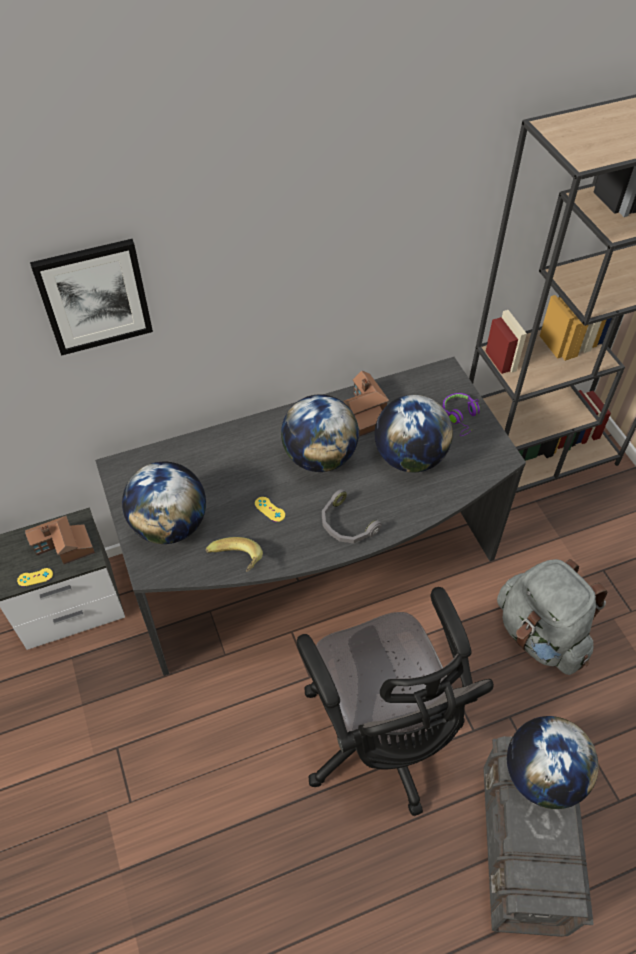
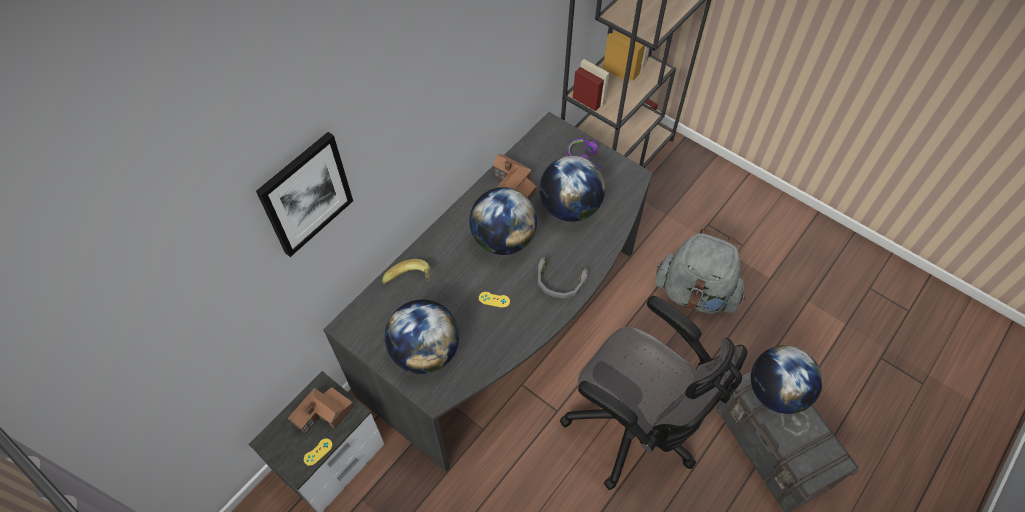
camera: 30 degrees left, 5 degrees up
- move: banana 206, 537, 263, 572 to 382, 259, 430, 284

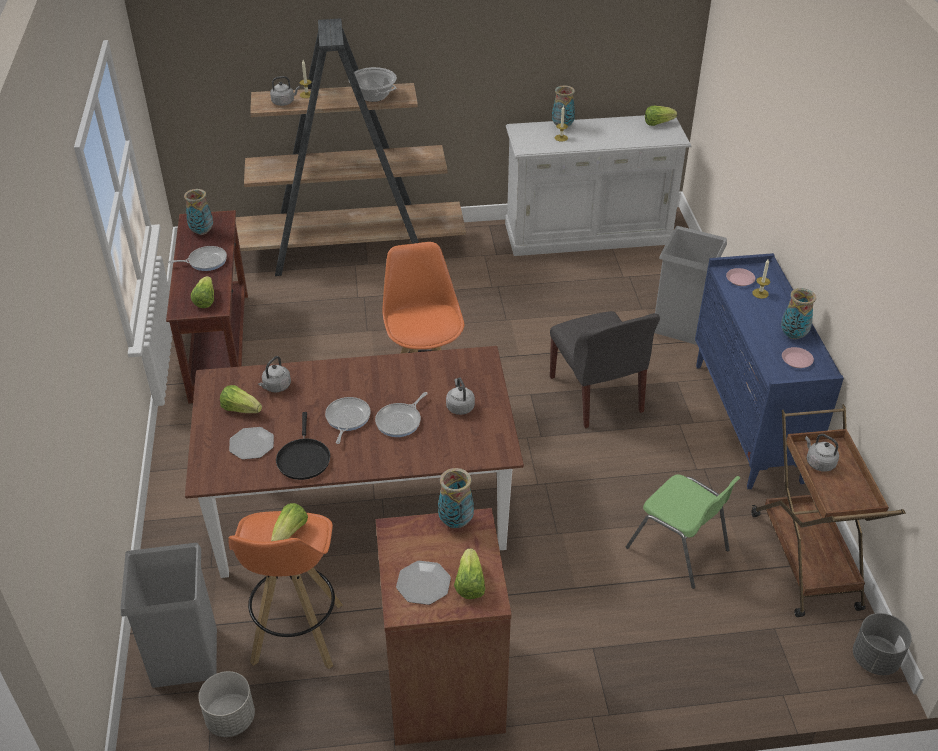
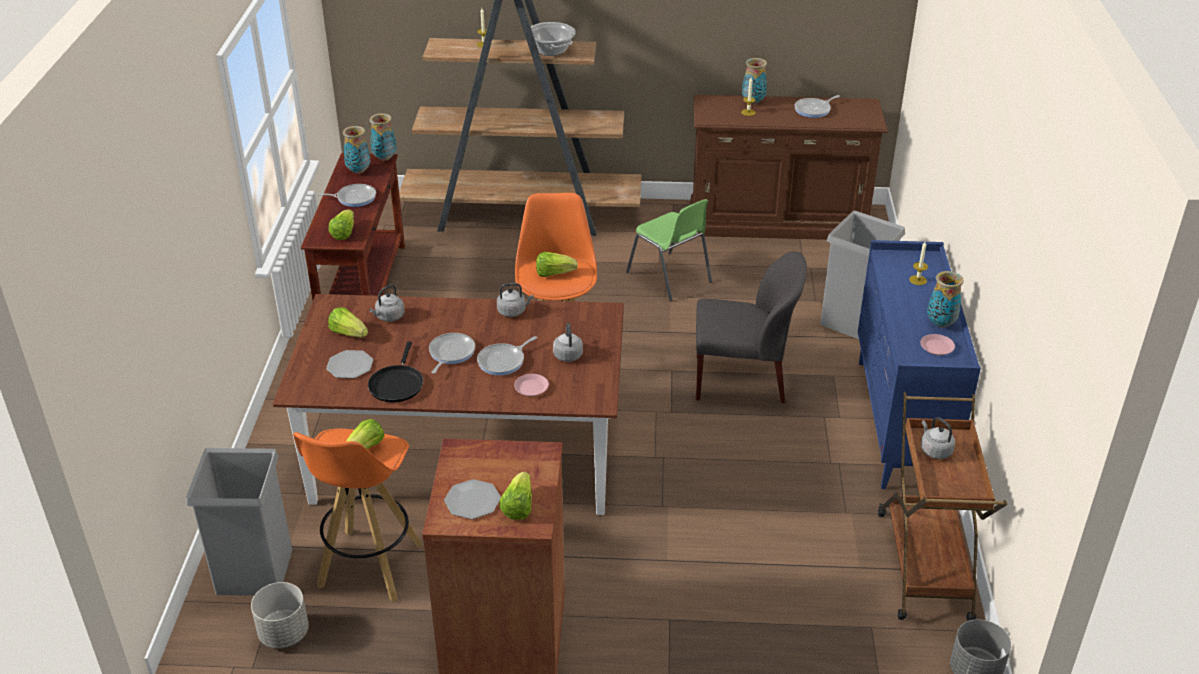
camera: 10 degrees right, 5 degrees down
- move: grey kettle 270, 76, 300, 106 to 497, 283, 534, 317
- move: lettuce 645, 106, 677, 126 to 536, 252, 578, 277
- recolor: white dresser 505, 115, 691, 256 to brown dresser 691, 95, 888, 240
- move: pink plate 726, 268, 755, 286 to 514, 374, 549, 396
- rotate: grey chair 550, 311, 660, 428 = 696, 251, 807, 403 75 degrees counterclockwise
- move: vase 438, 468, 474, 528 to 370, 113, 397, 161
- move: green chair 626, 474, 740, 589 to 626, 199, 712, 301
- insert: frying pan 794, 95, 840, 118

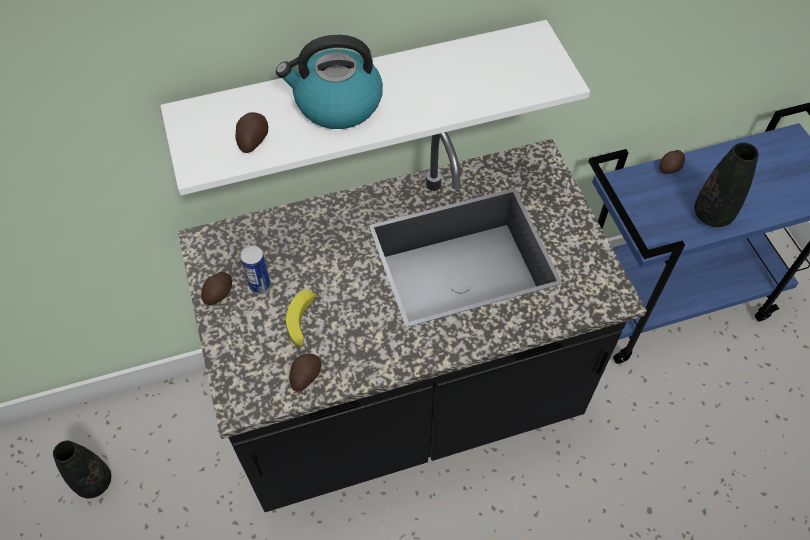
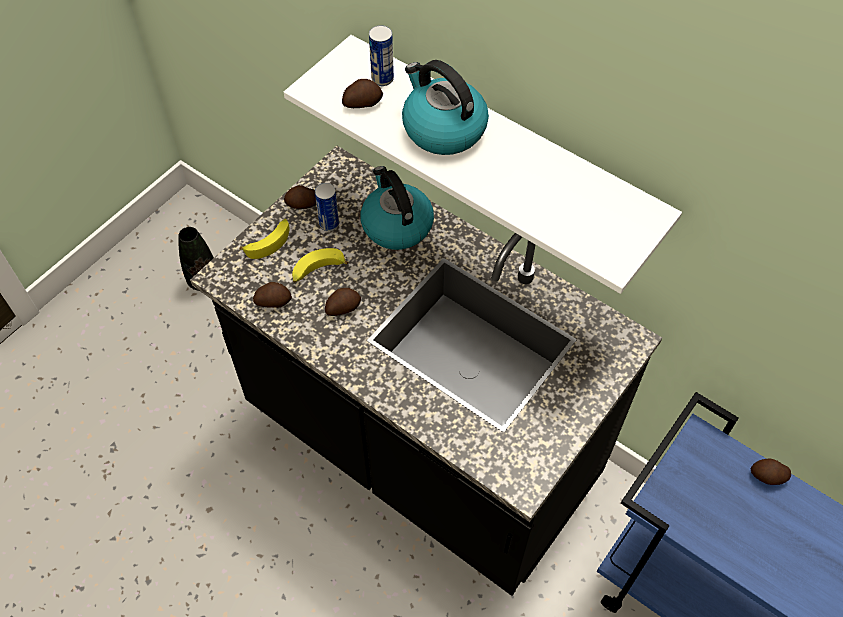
camera: 55 degrees right, 0 degrees up
- delete: black vase 694, 142, 759, 227
- insert: can 369, 25, 394, 86
- insert: kettle 361, 166, 434, 250
- insert: banana 240, 219, 290, 259
- insert: potato 325, 288, 361, 316

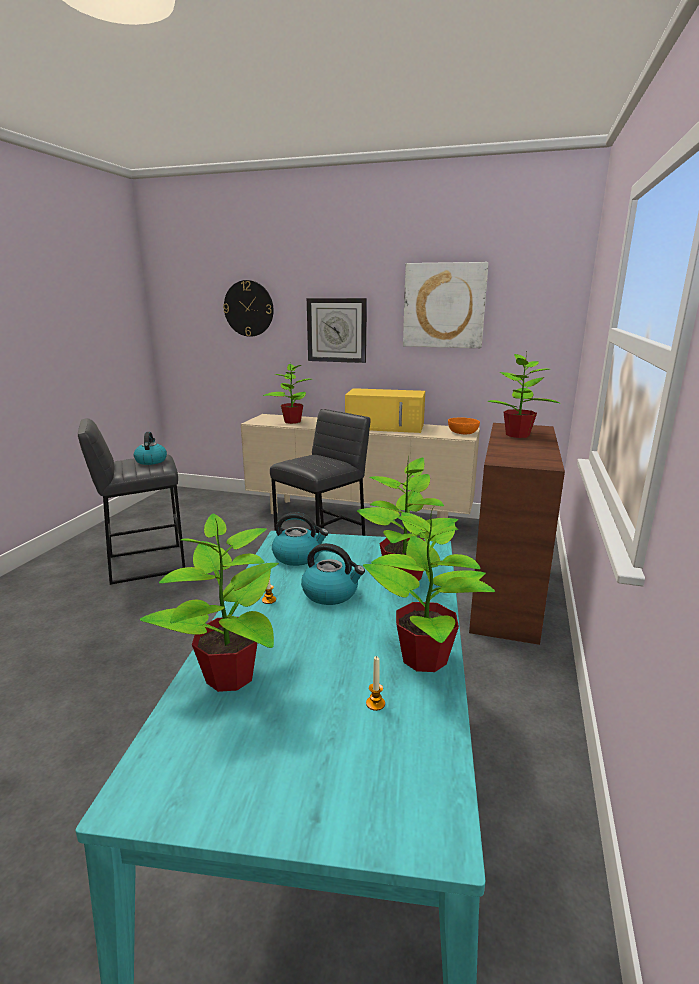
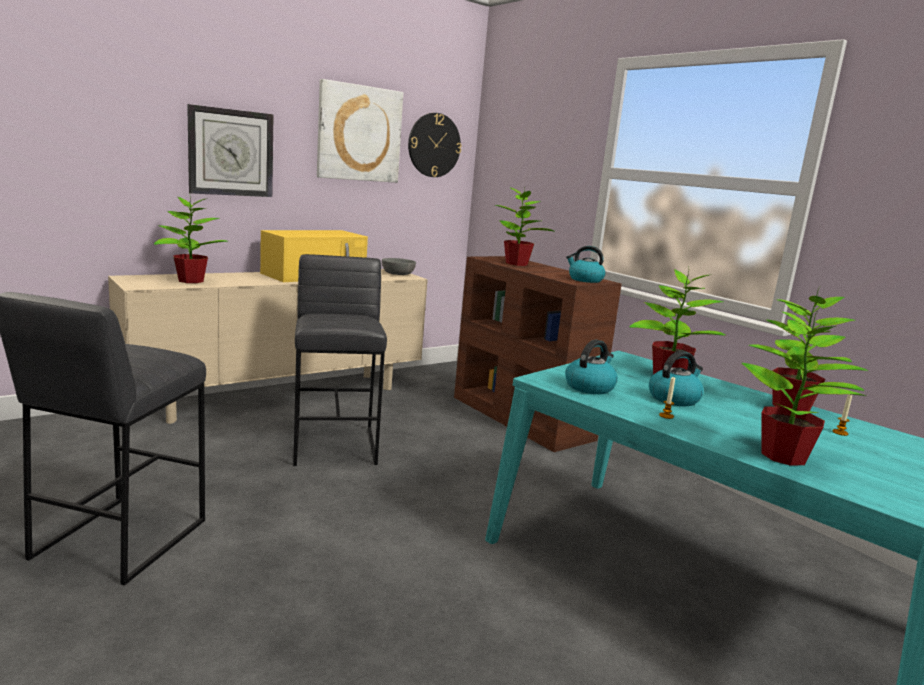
camera: 55 degrees left, 5 degrees down
- move: wall clock 223, 280, 274, 337 to 408, 113, 461, 177
- recolor: orange bowl 448, 418, 480, 434 to grey bowl 382, 258, 416, 275
- move: kettle 134, 432, 167, 465 to 566, 246, 606, 283

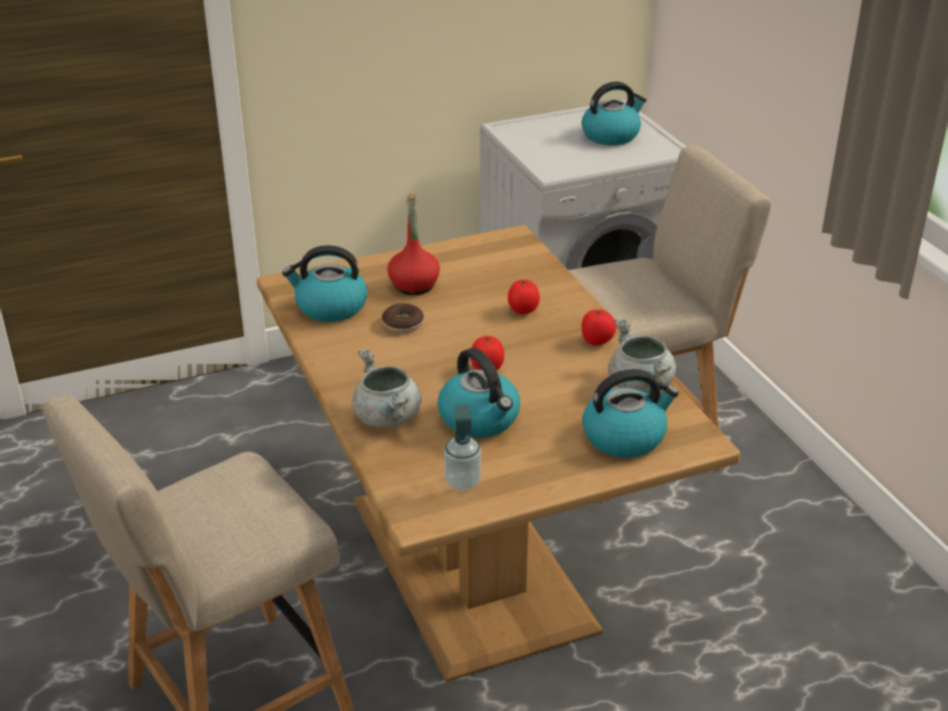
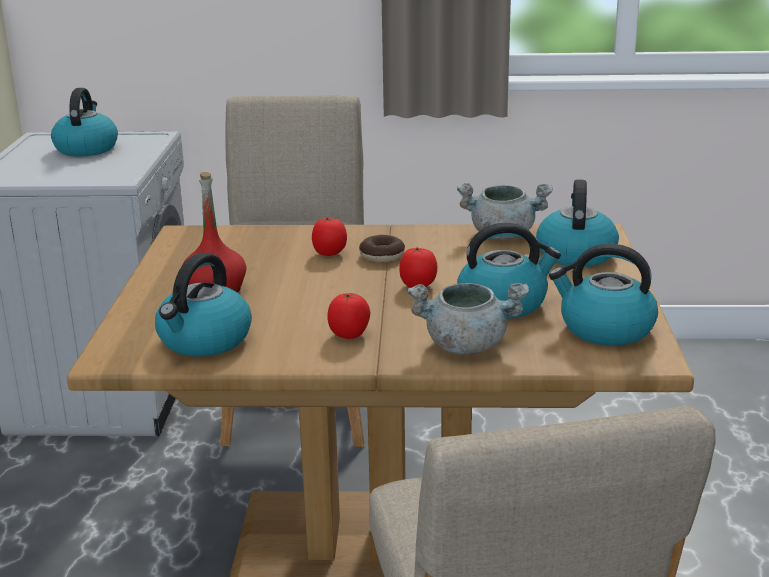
camera: 65 degrees left, 10 degrees down
- move: donut 382, 303, 424, 333 to 359, 235, 405, 262
- move: tomato 581, 309, 616, 346 to 327, 293, 370, 339
- replace: soap dispenser 444, 404, 481, 491 to kettle 549, 244, 658, 346

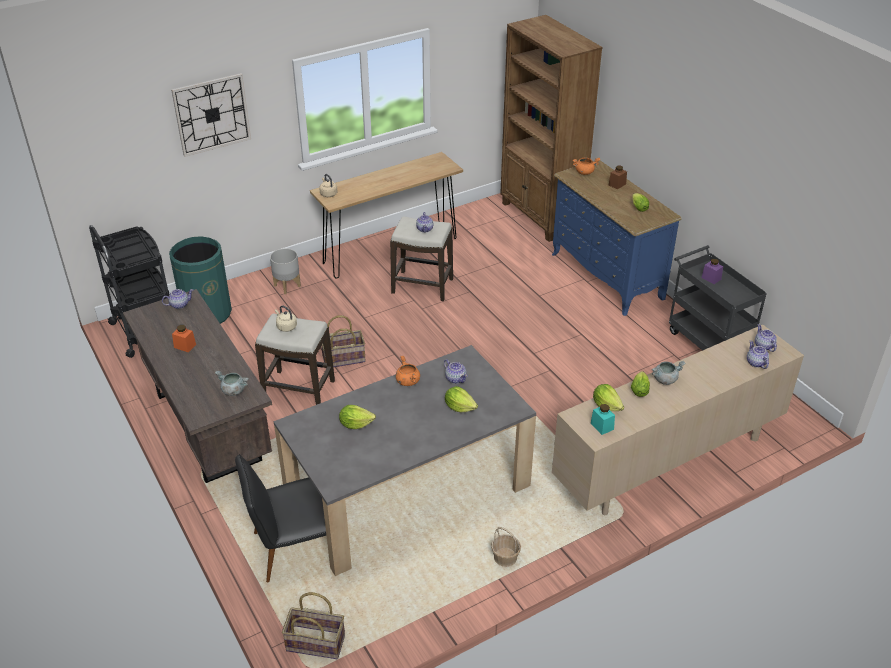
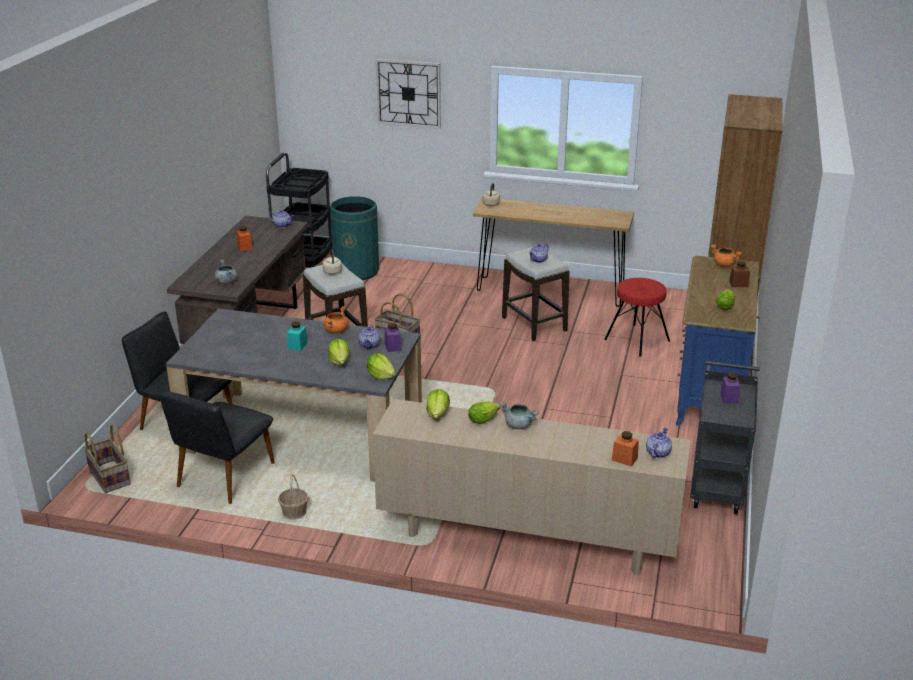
camera: 45 degrees right, 10 degrees down
- delete: grey planter 270, 248, 301, 294
- replace: teapot 747, 341, 769, 369 to orange jar 612, 431, 639, 467
- move: turquoise jar 591, 404, 615, 435 to 287, 322, 308, 351
- move: lettuce 339, 405, 376, 429 to 367, 353, 396, 380
- insert: red stool 604, 278, 670, 357
- insert: purple jar 385, 323, 402, 352
- insert: black chair 159, 390, 275, 504

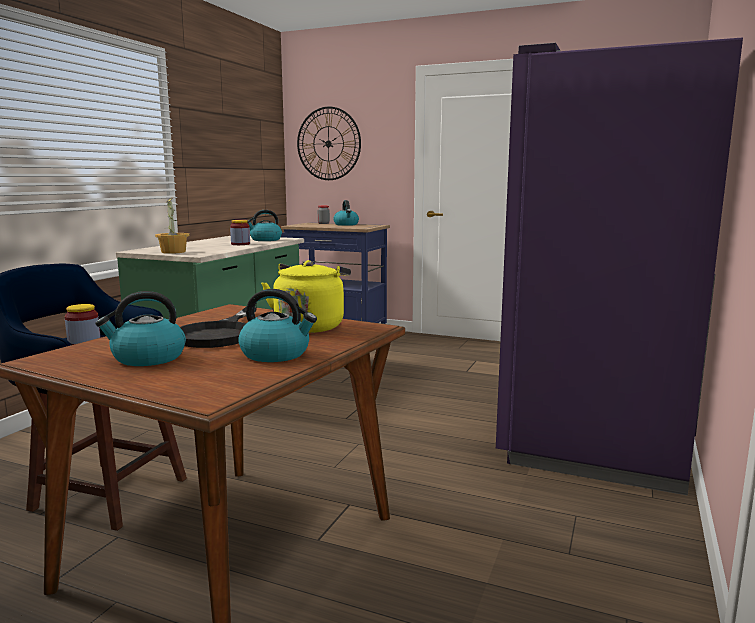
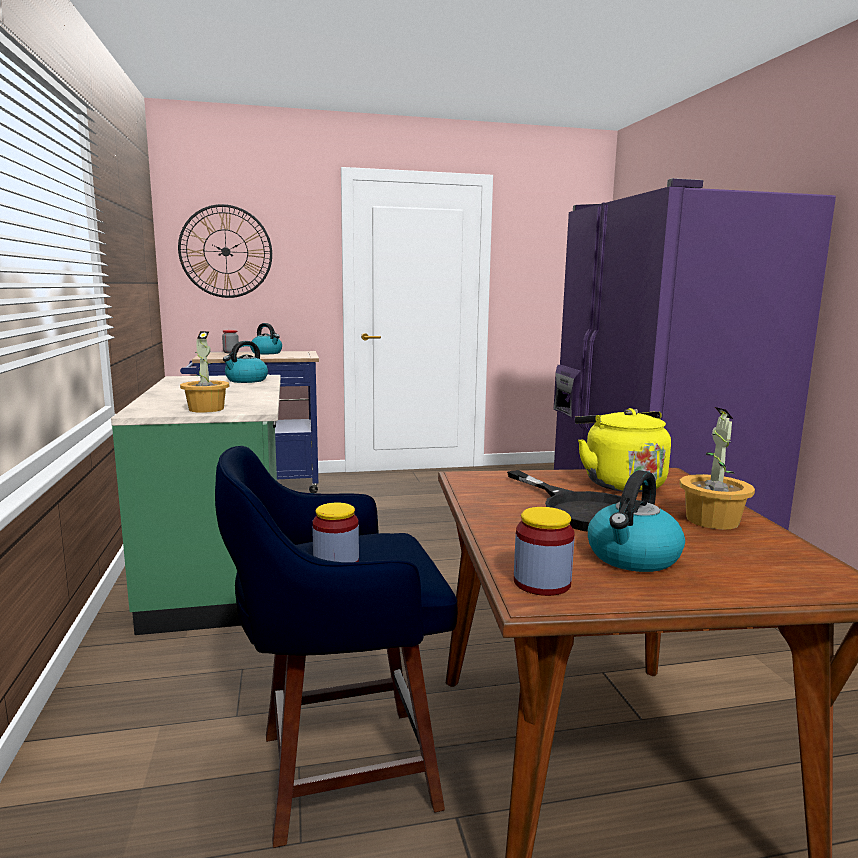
camera: 35 degrees left, 0 degrees up
- move: jar 230, 220, 250, 245 to 514, 507, 575, 596
- replace: kettle 238, 289, 317, 362 to potted plant 679, 407, 755, 530

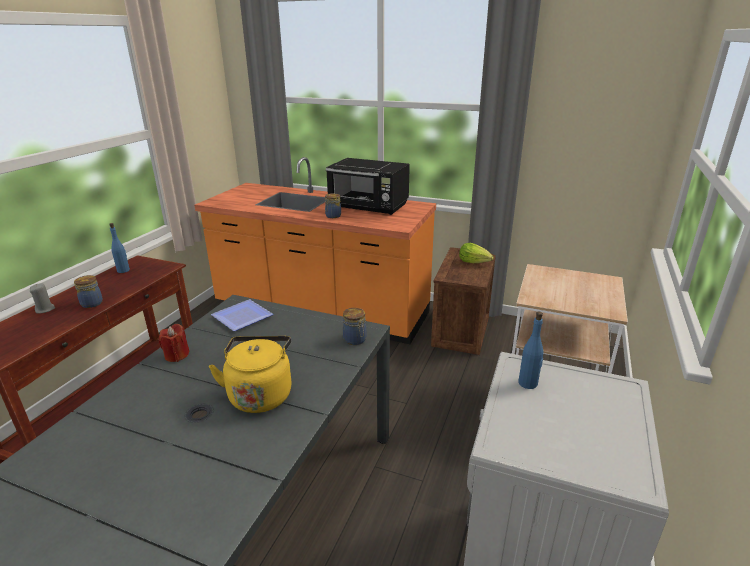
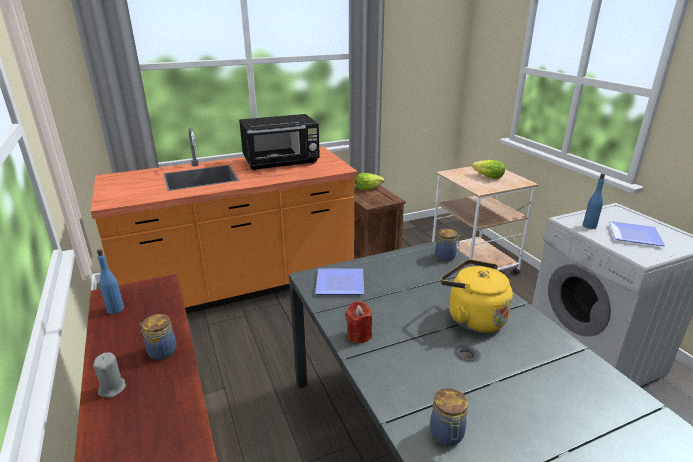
camera: 45 degrees left, 0 degrees up
- move: jar 325, 193, 341, 218 to 430, 388, 468, 446
- insert: lettuce 472, 160, 505, 179
- insert: plate 609, 221, 665, 246

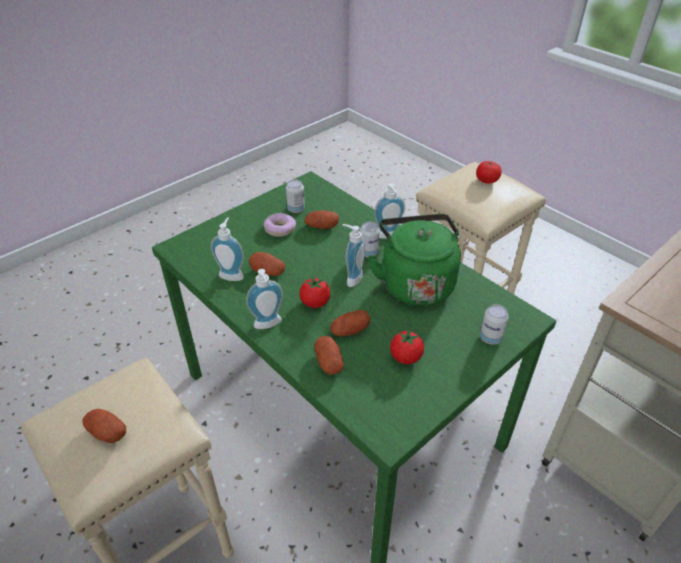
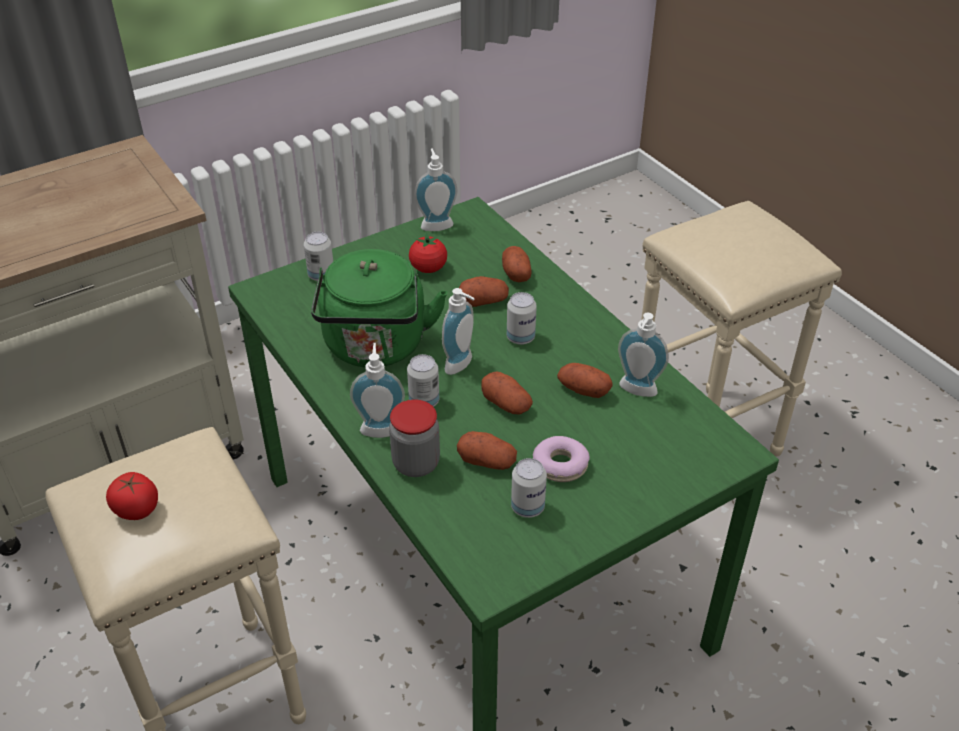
camera: 170 degrees left, 0 degrees up
- move: soap dispenser 246, 269, 283, 329 to 414, 149, 457, 231
- replace: tomato 299, 277, 330, 308 to can 507, 292, 537, 345
- move: potato 82, 409, 126, 443 to 481, 371, 533, 415
- insert: jar 389, 400, 440, 477

